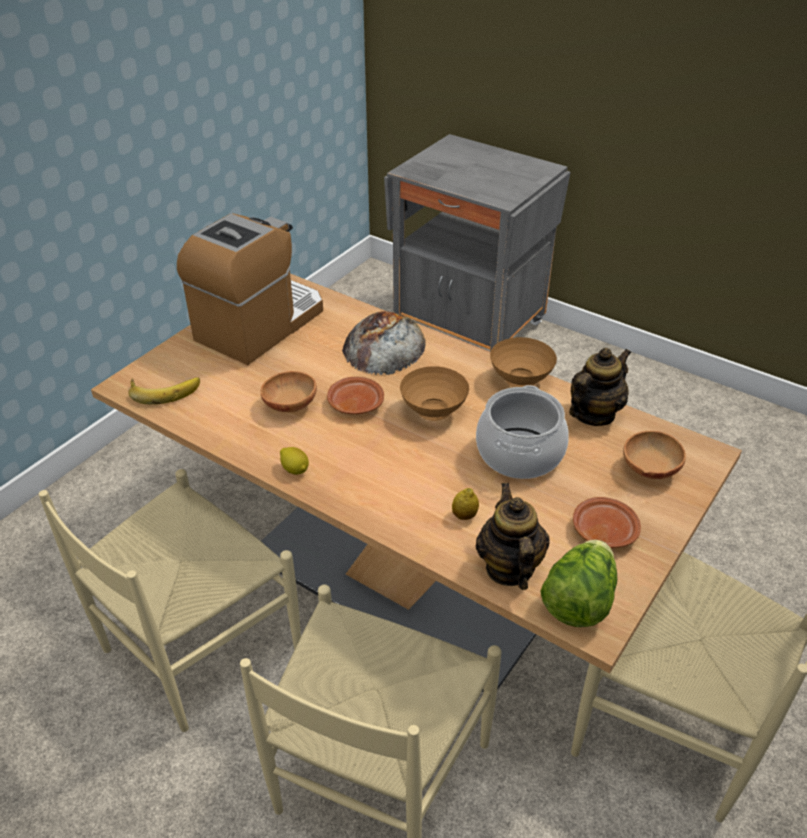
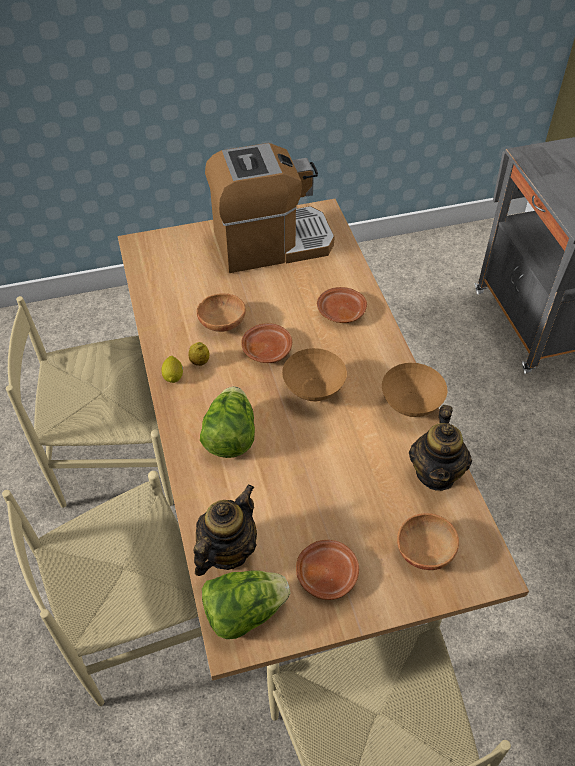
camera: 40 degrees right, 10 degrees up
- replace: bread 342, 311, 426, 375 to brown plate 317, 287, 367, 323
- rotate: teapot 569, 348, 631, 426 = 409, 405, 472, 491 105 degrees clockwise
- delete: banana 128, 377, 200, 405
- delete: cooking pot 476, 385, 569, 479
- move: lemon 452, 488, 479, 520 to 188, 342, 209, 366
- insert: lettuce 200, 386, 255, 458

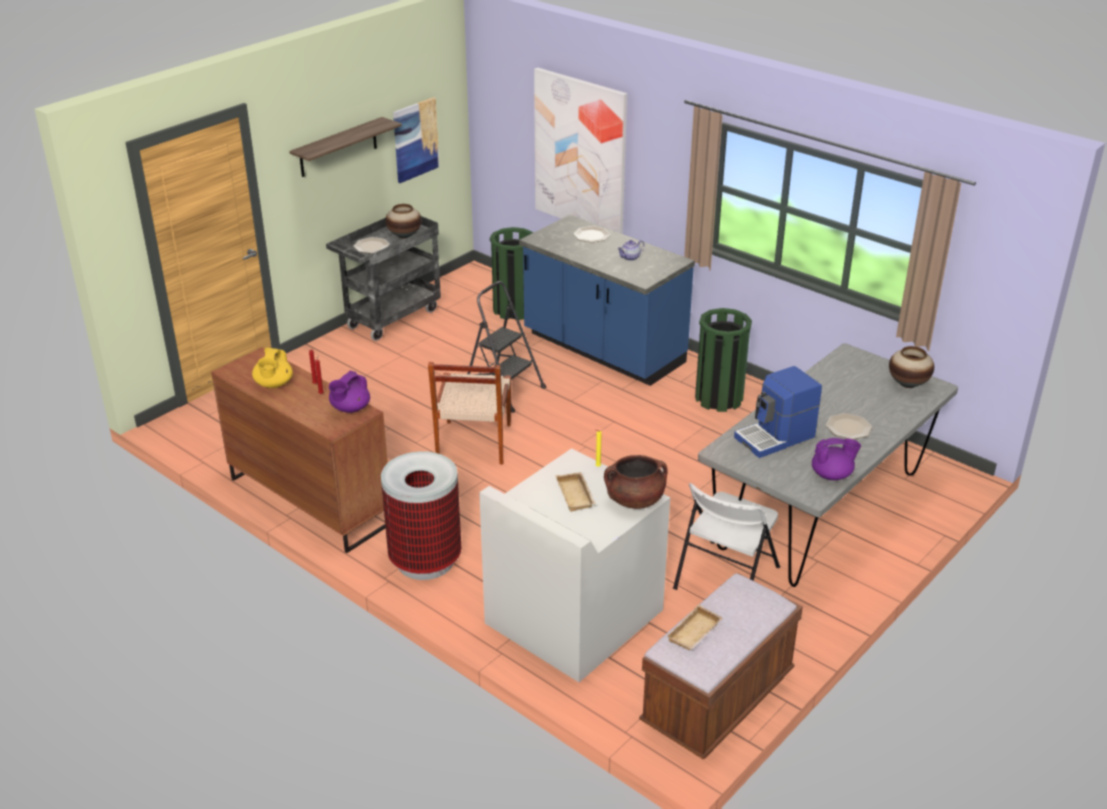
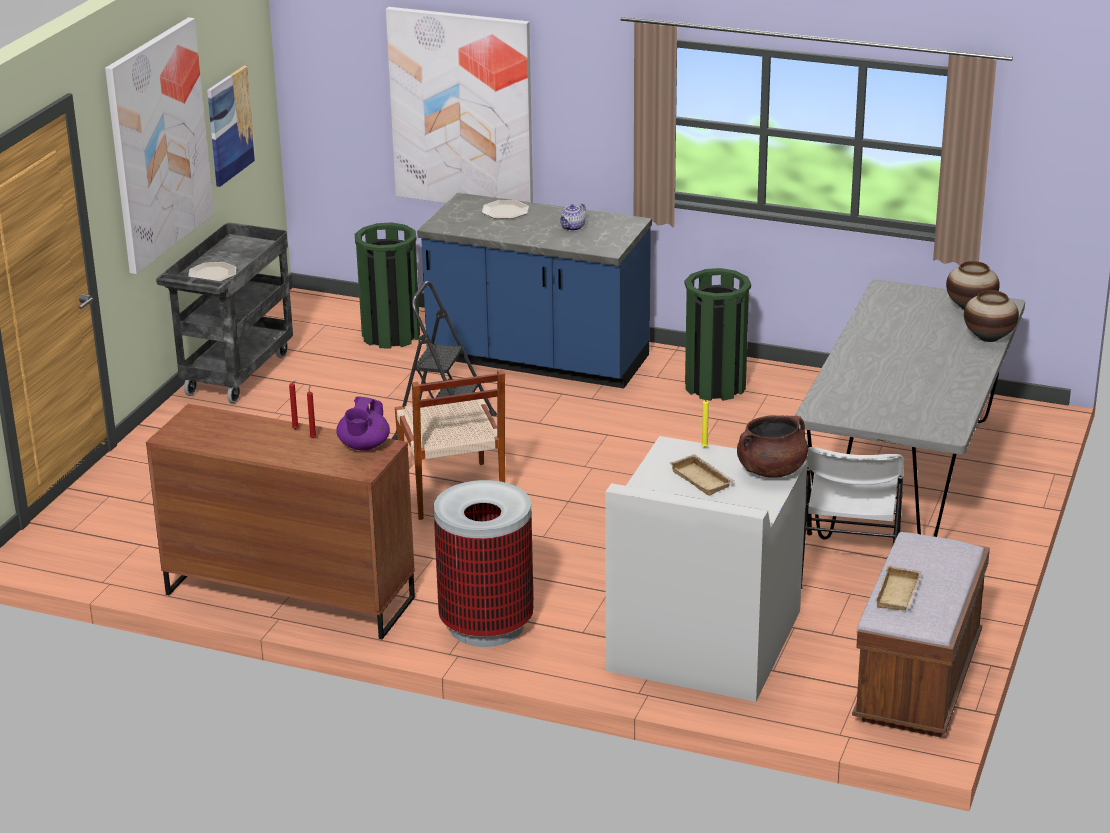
camera: 20 degrees left, 5 degrees down
- replace: shelf 289, 117, 402, 177 to picture 105, 17, 214, 274
- move: vase 385, 204, 421, 239 to 964, 290, 1019, 342
- delete: yellow teapot 252, 348, 293, 388
- delete: coffee machine 734, 366, 822, 458
- delete: plate 826, 413, 872, 439
- delete: purple teapot 812, 438, 861, 480

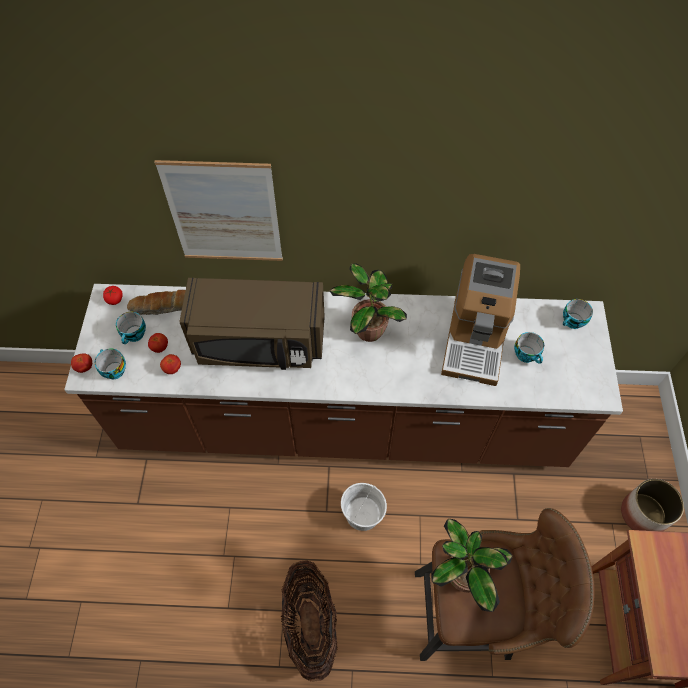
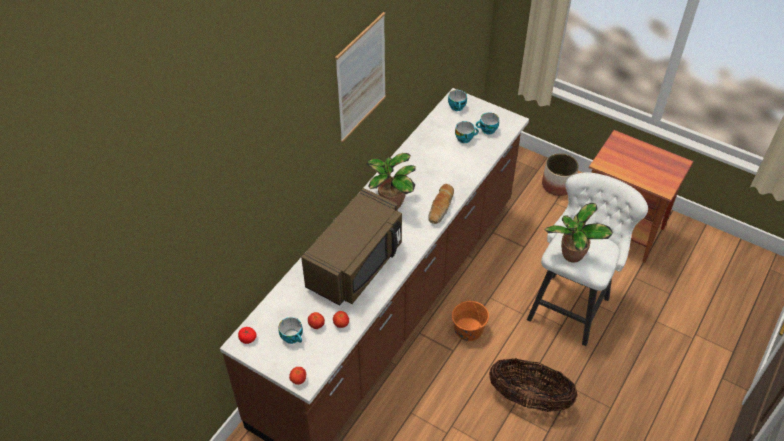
camera: 60 degrees left, 10 degrees down
- move: picture 154, 160, 283, 261 to 335, 12, 386, 142
- delete: coffee machine 441, 254, 520, 386
- move: bread 127, 290, 186, 315 to 428, 184, 454, 224
- move: cup 94, 349, 126, 379 to 476, 112, 499, 134
- recolor: white bucket 341, 483, 387, 531 to orange bucket 452, 299, 489, 341
- recolor: brown stool 415, 508, 595, 661 to white stool 527, 173, 648, 346

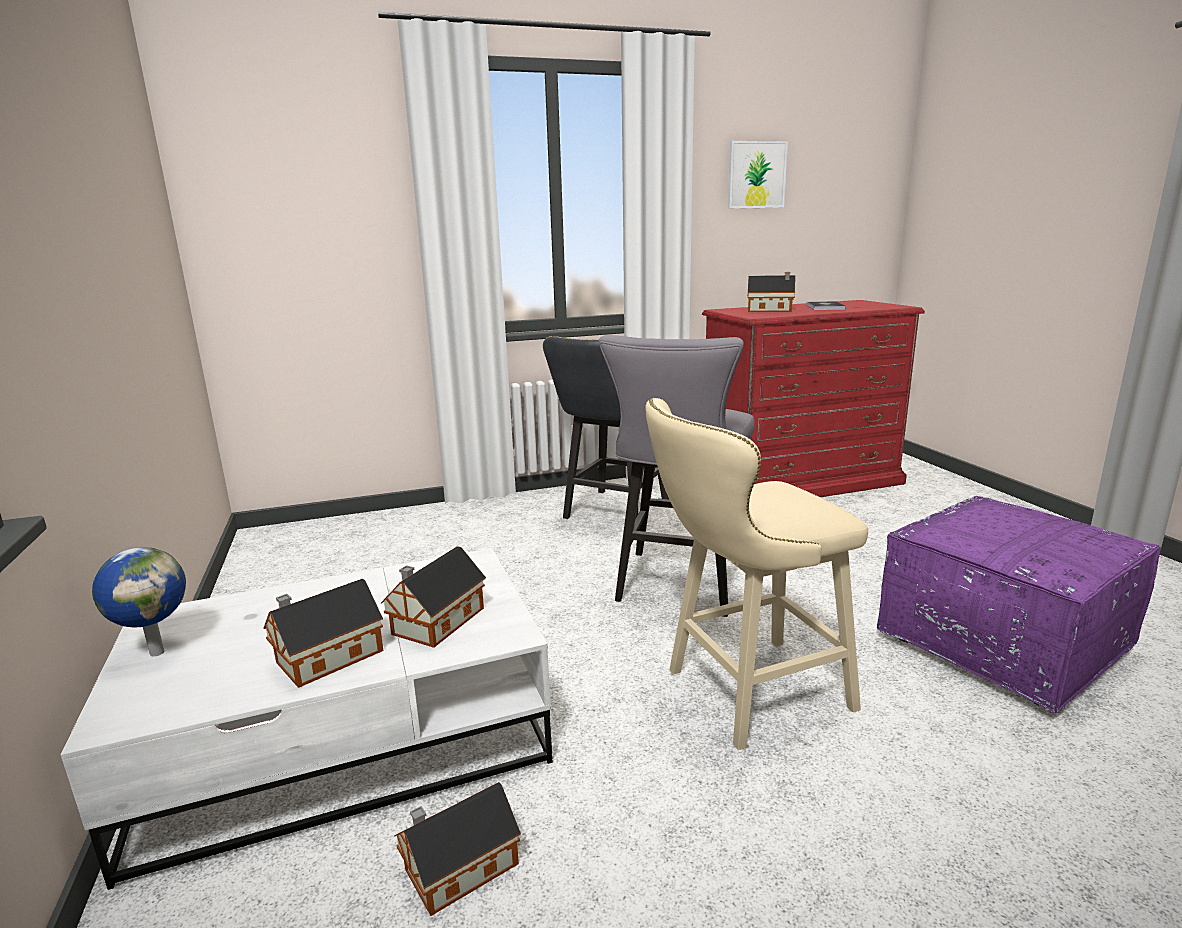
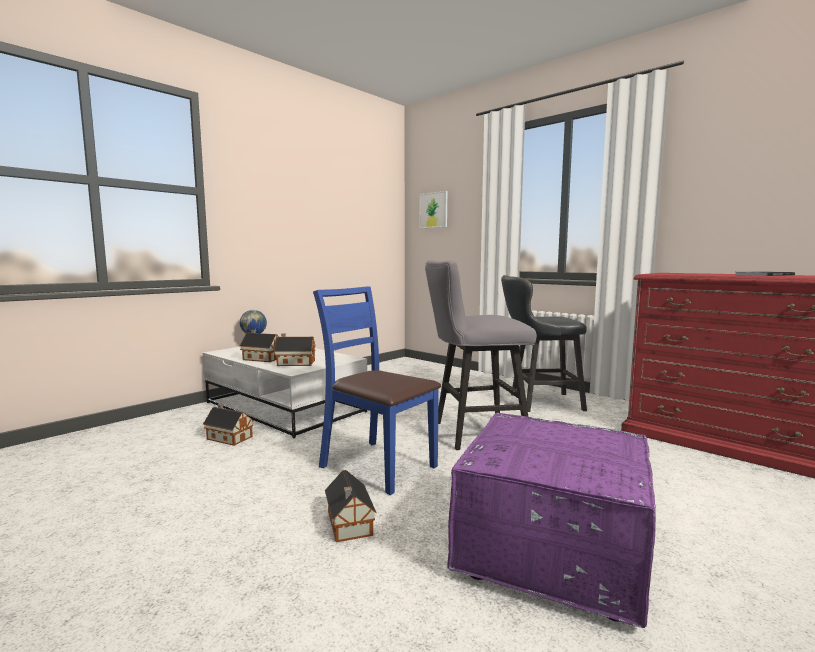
camera: 60 degrees right, 10 degrees down
- move: picture 728, 141, 788, 209 to 419, 191, 447, 229
- move: toy house 748, 272, 795, 312 to 325, 470, 377, 542
- replace: beige stool 645, 398, 868, 750 to blue chair 313, 286, 441, 495

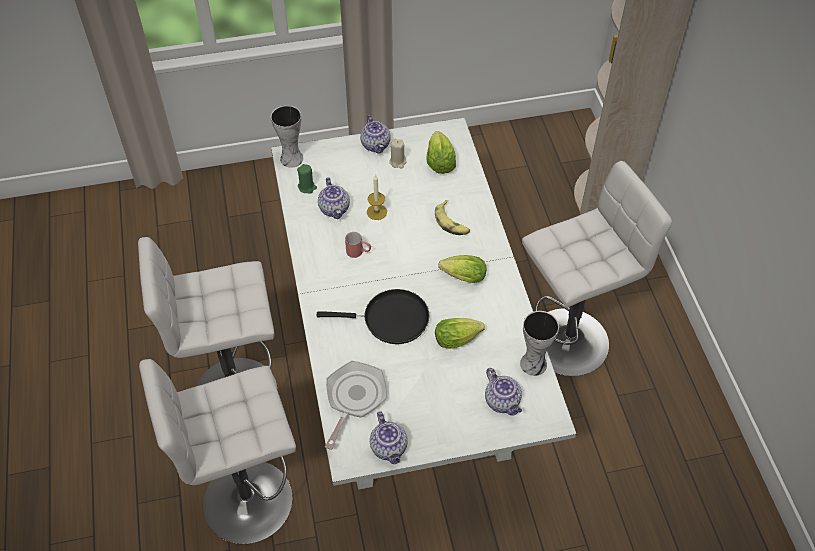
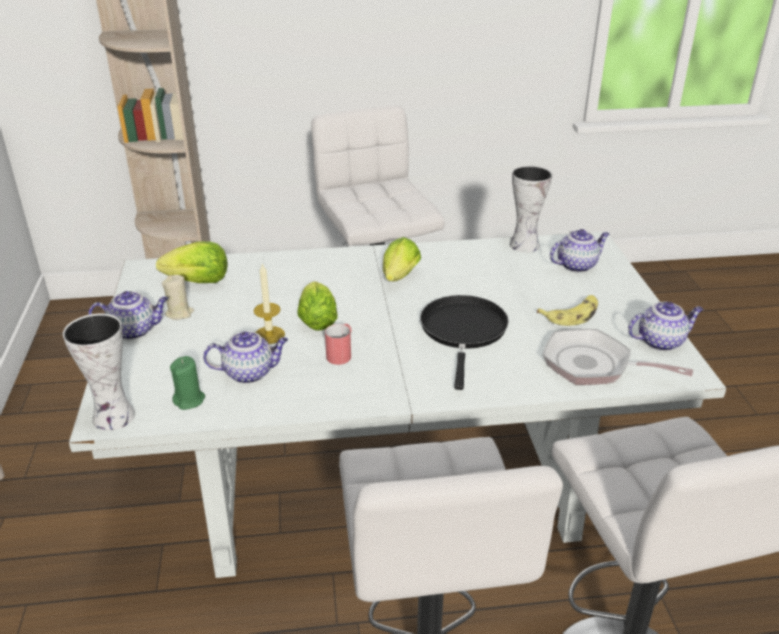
camera: 85 degrees left, 20 degrees down
- move: banana 435, 200, 470, 235 to 537, 295, 598, 326
- move: lettuce 435, 318, 485, 349 to 297, 281, 338, 331

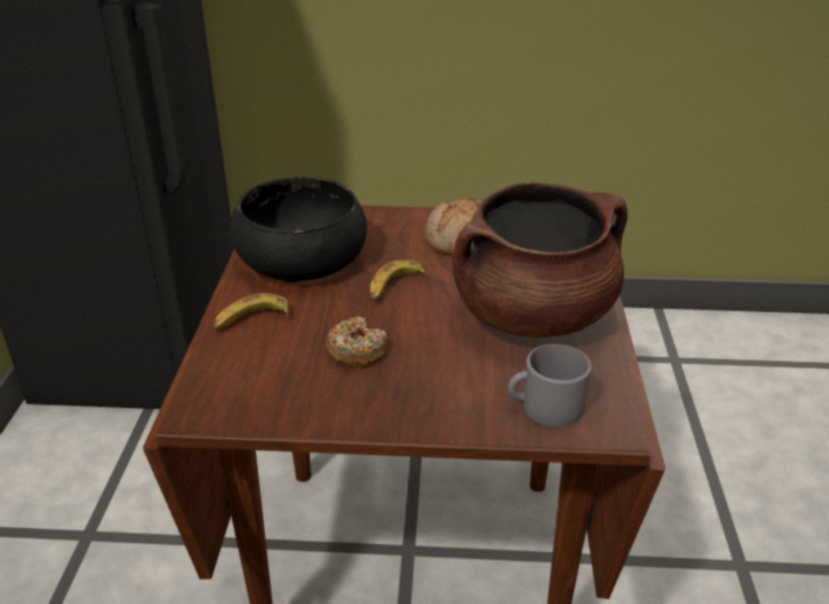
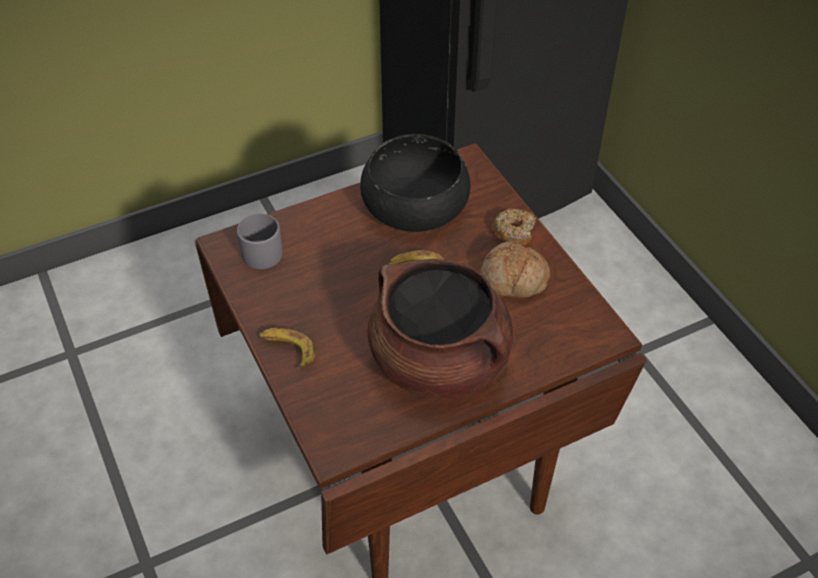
camera: 60 degrees right, 15 degrees up
- move: banana 214, 293, 289, 330 to 259, 328, 316, 369
- move: donut 326, 316, 387, 367 to 492, 209, 536, 246
- move: grey mug 508, 344, 591, 427 to 237, 214, 283, 269

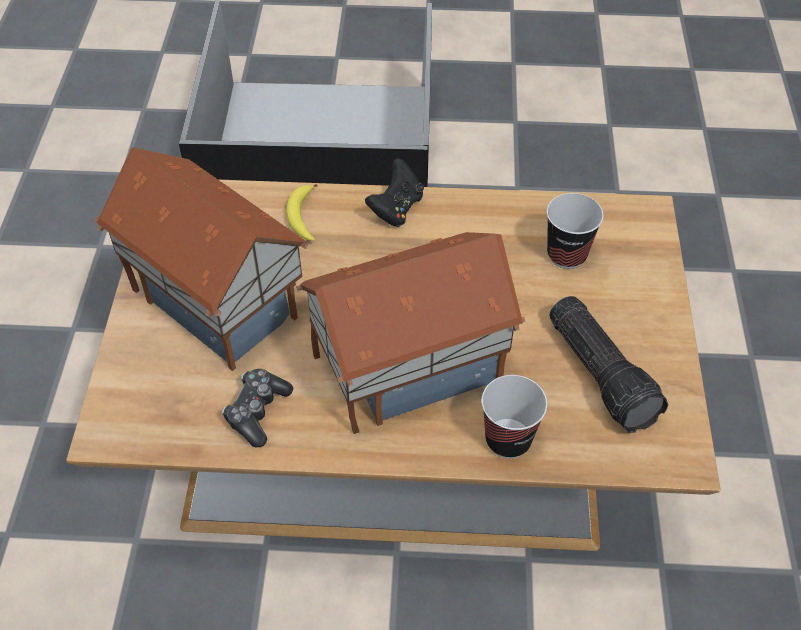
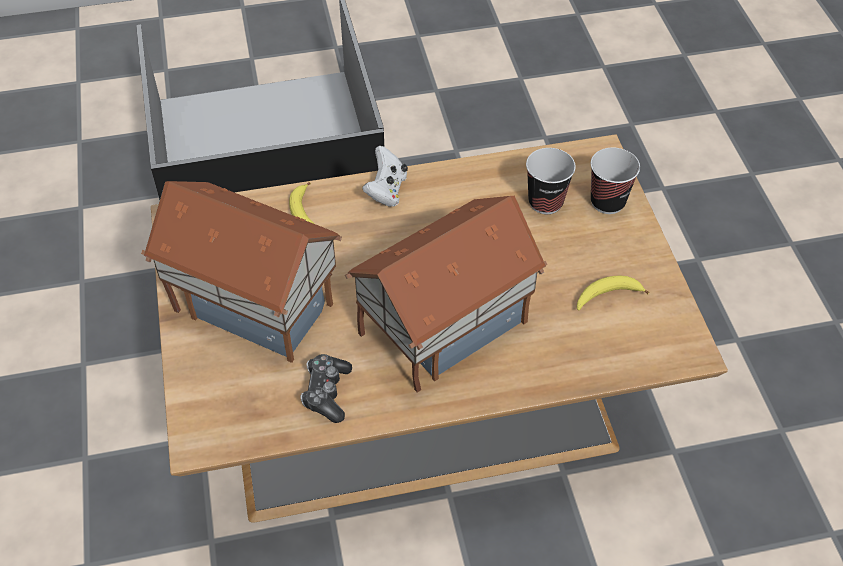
camera: 15 degrees left, 0 degrees up
- recolor: black game controller 365, 158, 424, 227 to white game controller 362, 146, 408, 207
- replace: flashlight 549, 296, 669, 433 to banana 577, 275, 649, 310
- move: cup 481, 375, 547, 459 to 591, 147, 640, 214

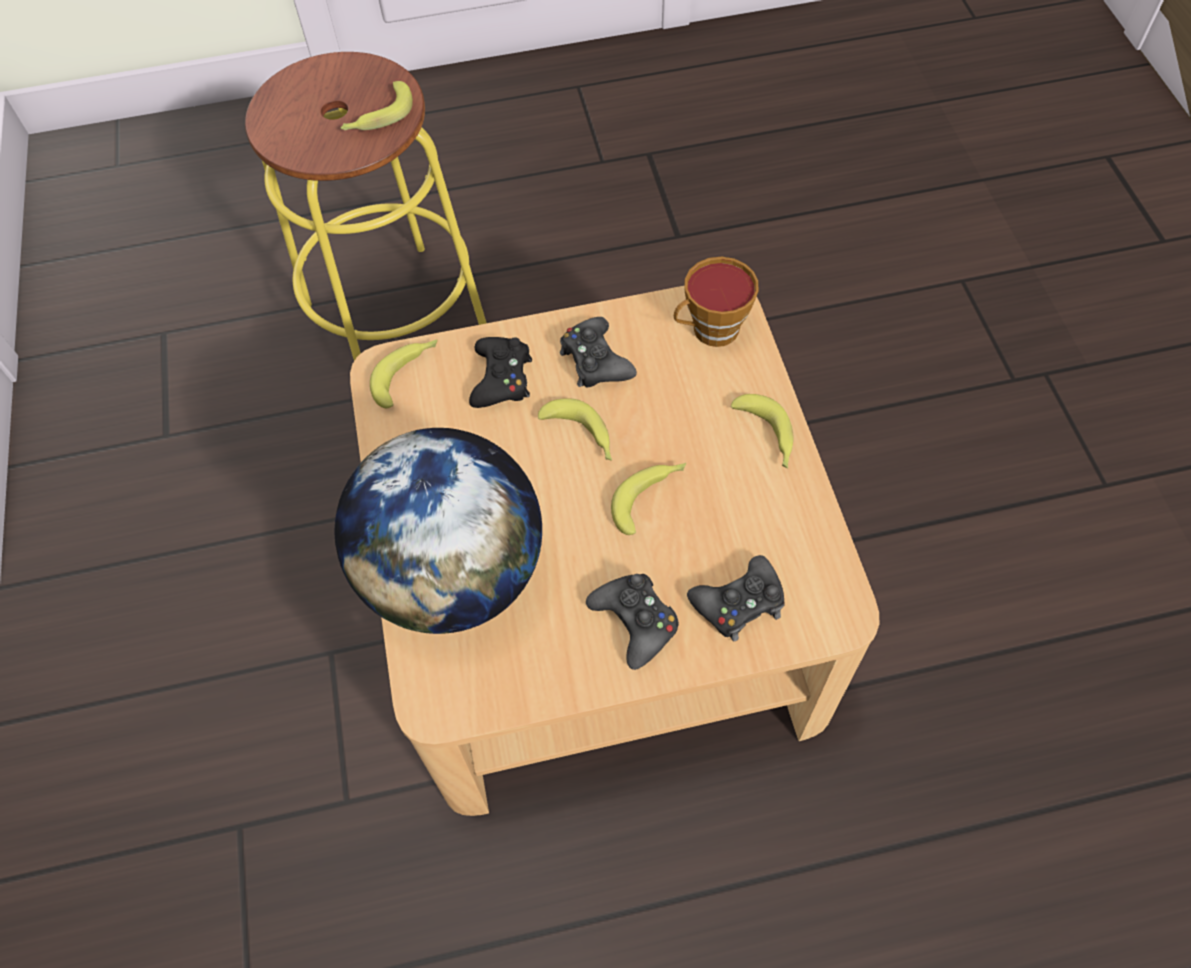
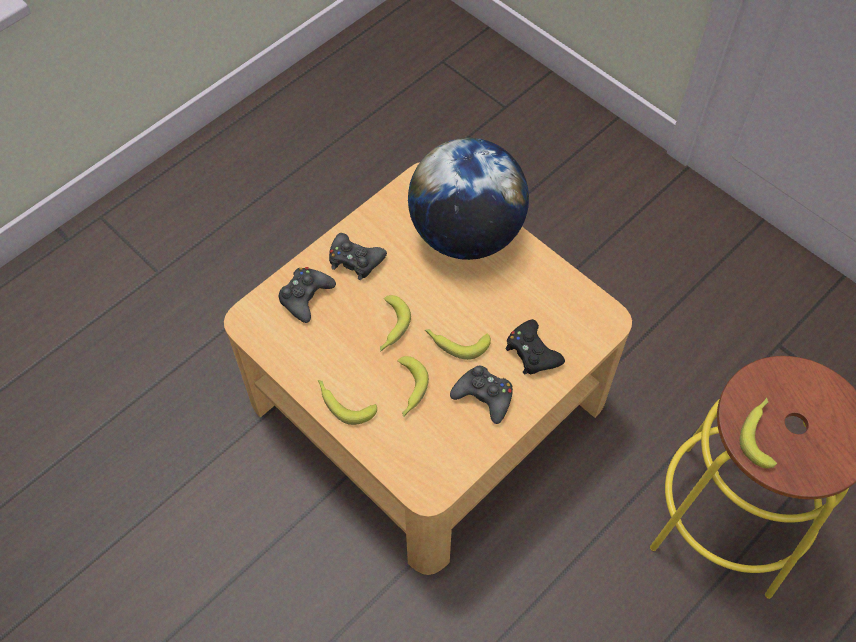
camera: 145 degrees right, 0 degrees up
- delete: cup 674, 257, 758, 347
- move: banana 370, 339, 437, 408 to 397, 356, 429, 417

